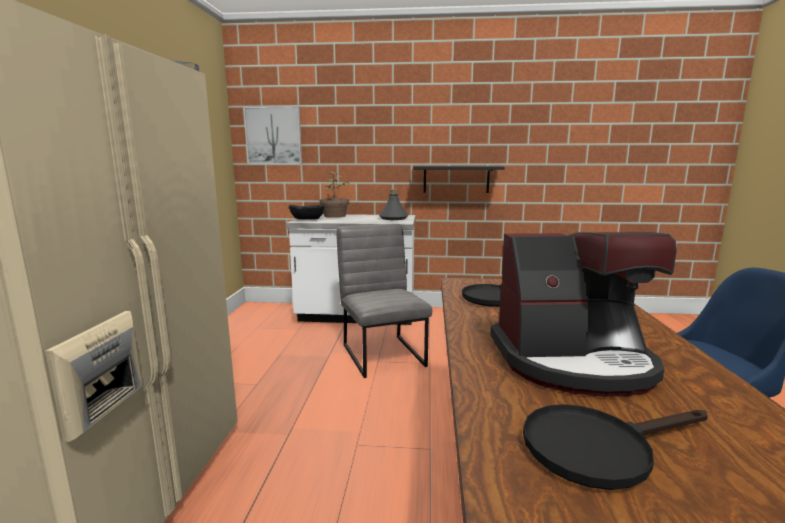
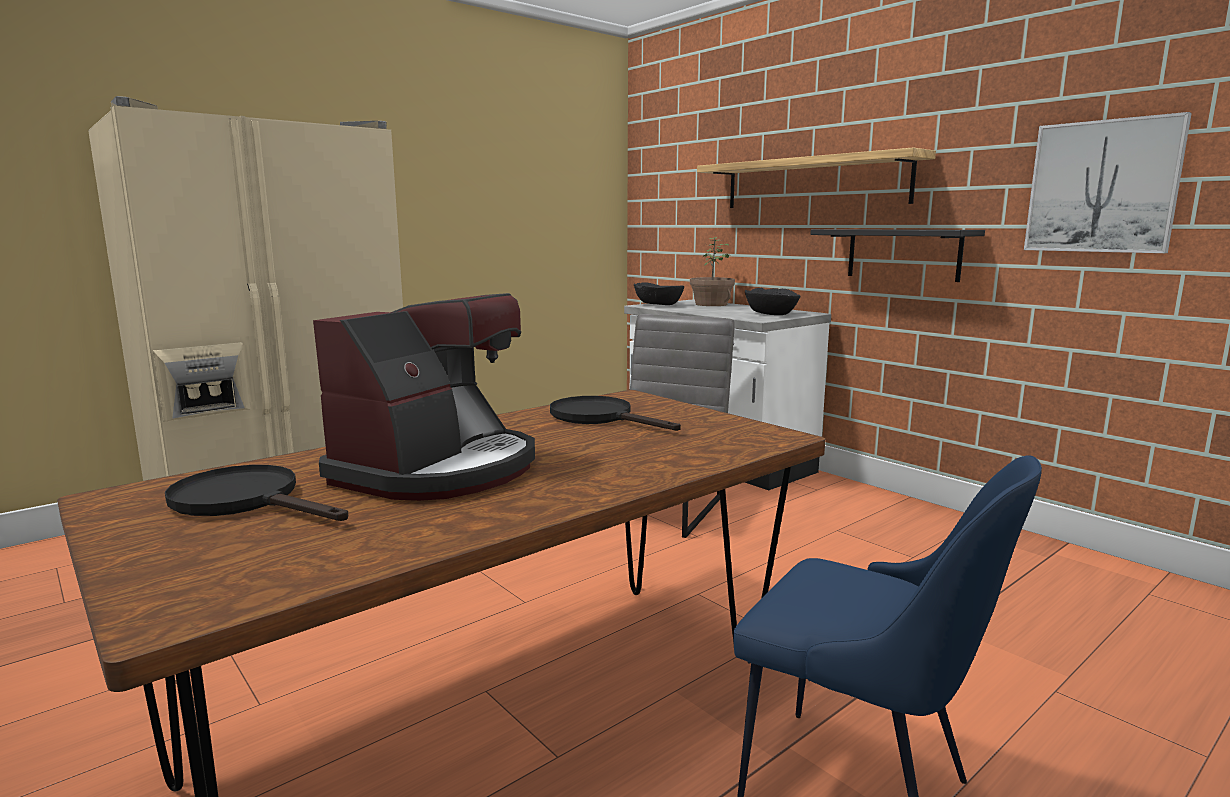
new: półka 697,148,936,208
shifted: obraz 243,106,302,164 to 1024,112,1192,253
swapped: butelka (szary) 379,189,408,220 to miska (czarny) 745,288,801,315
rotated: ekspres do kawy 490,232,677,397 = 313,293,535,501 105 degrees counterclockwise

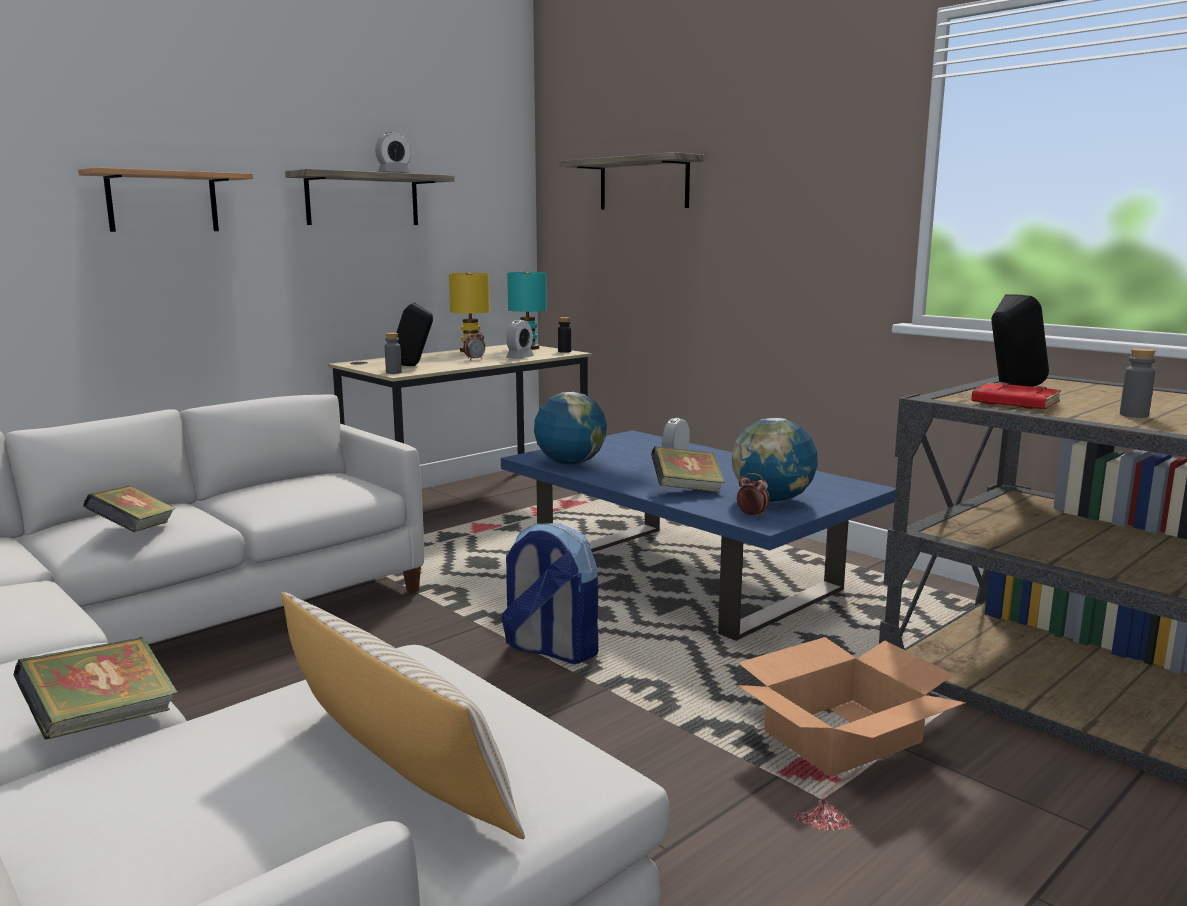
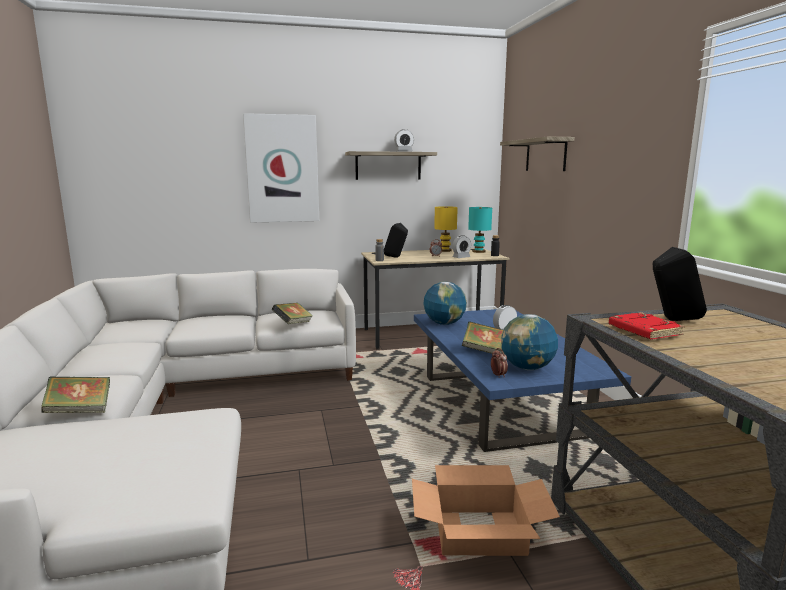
gone: poduszka (beżowy) 281,592,525,839; plecak 501,523,599,664; butelka (szary) 1120,348,1155,418
shifted: książka 83,486,175,532 to 272,303,313,324
swapped: półka 78,167,253,232 to obraz 243,113,319,223

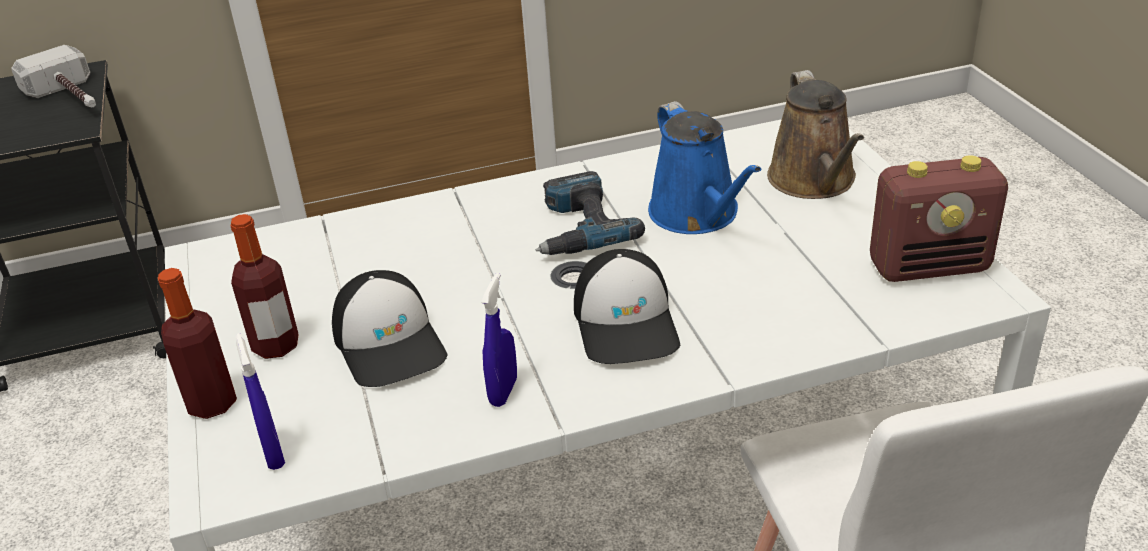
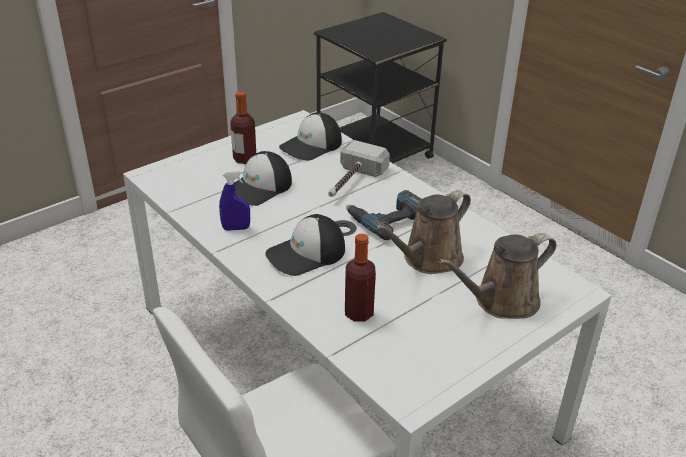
gone: spryskiwacz (niebieski) 236,333,285,470; radio 870,155,1008,282
new: czapka z daszkiem 279,112,342,161
shifted: młotek 11,45,96,107 to 328,140,390,197; butelka 158,268,237,419 to 345,234,376,322
repainted: konewka (niebieski) 648,101,761,234 to konewka (brązowy) 375,190,471,274

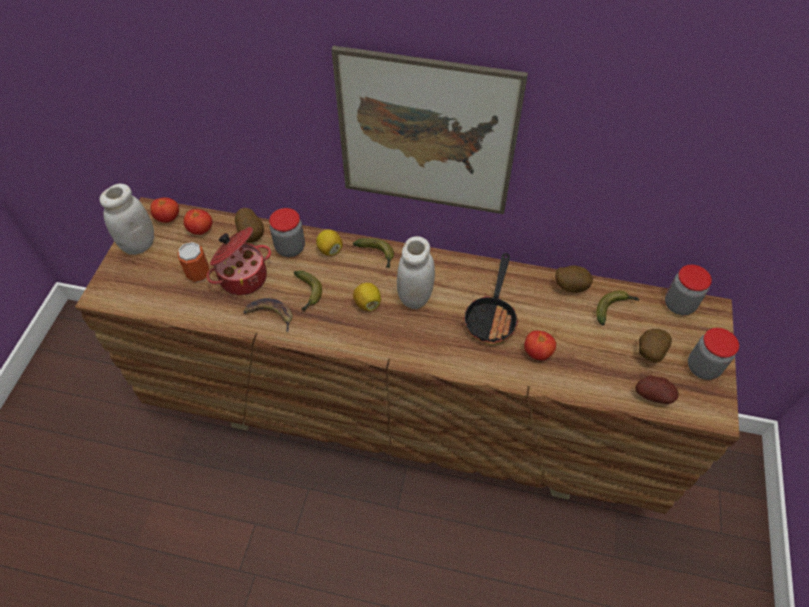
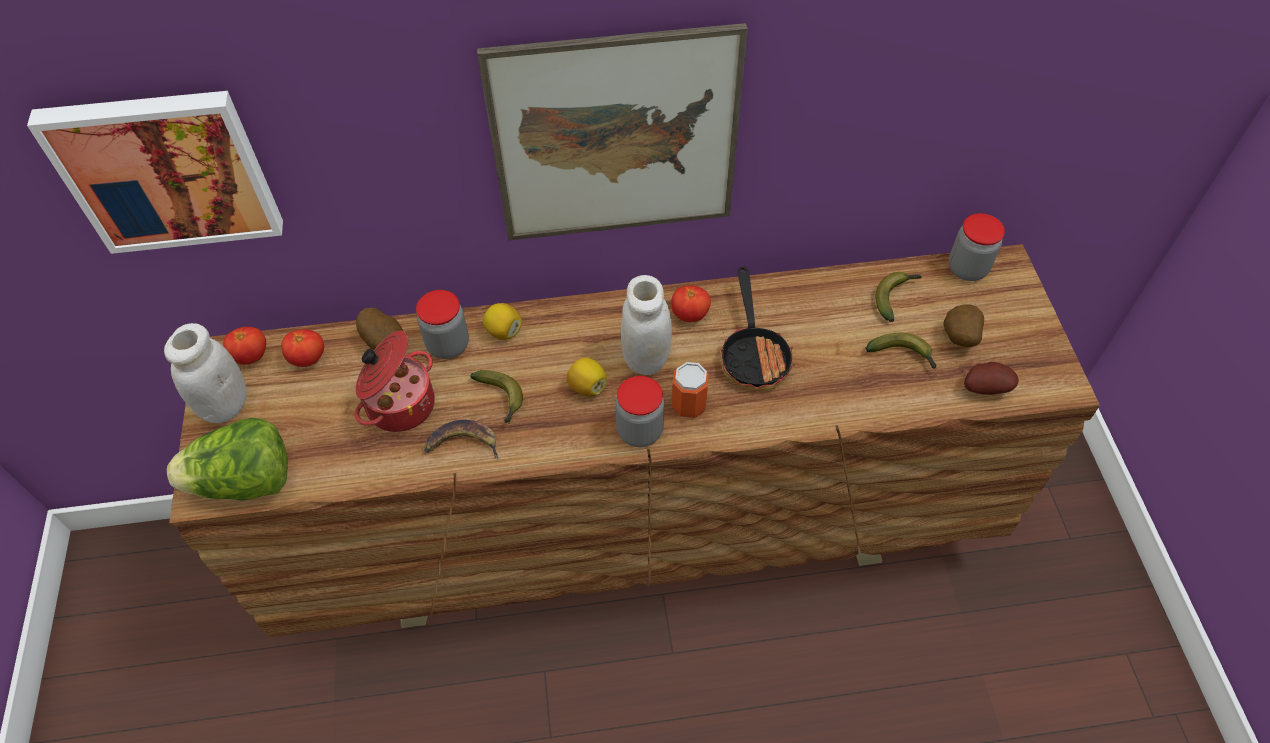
gone: ziemniak 555,265,593,293
new: obraz 27,91,283,254; sałata 167,418,288,501
shifted: słoik 688,328,739,380 to 615,376,664,447; pomidor 524,330,556,360 to 671,285,711,322; puszka 178,242,210,282 to 672,362,709,418; banan 353,238,394,268 to 865,333,936,369

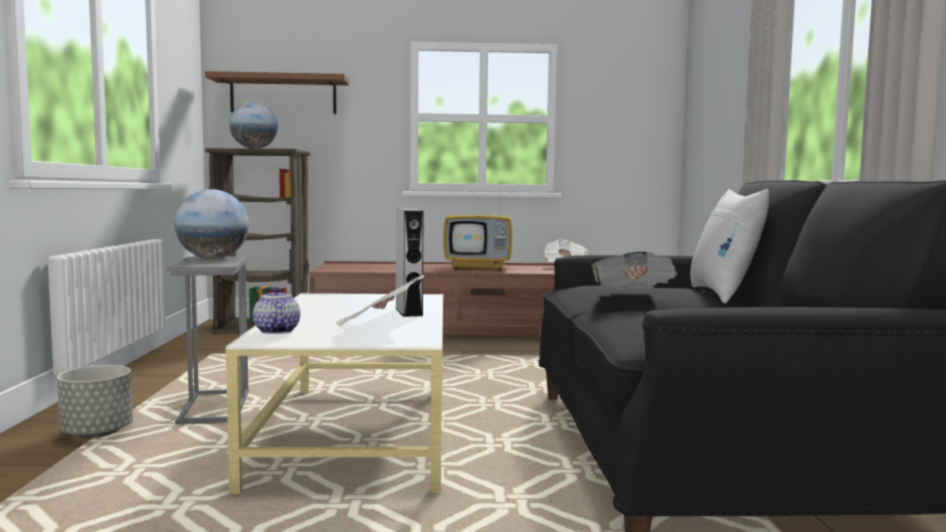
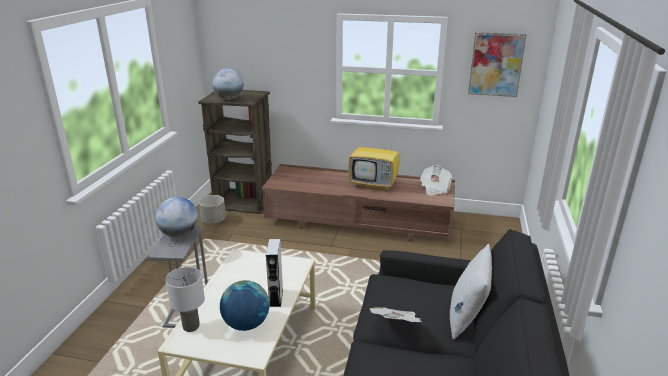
gone: półka (brązowy) 205,71,349,114
new: obraz 468,32,527,97
shifted: donica (szary) 57,365,133,438 to 199,195,226,224
swapped: imbryk 253,287,300,334 to lampa stołowa (biały) 166,267,205,332; gazeta 336,275,424,326 to globus 220,280,270,331

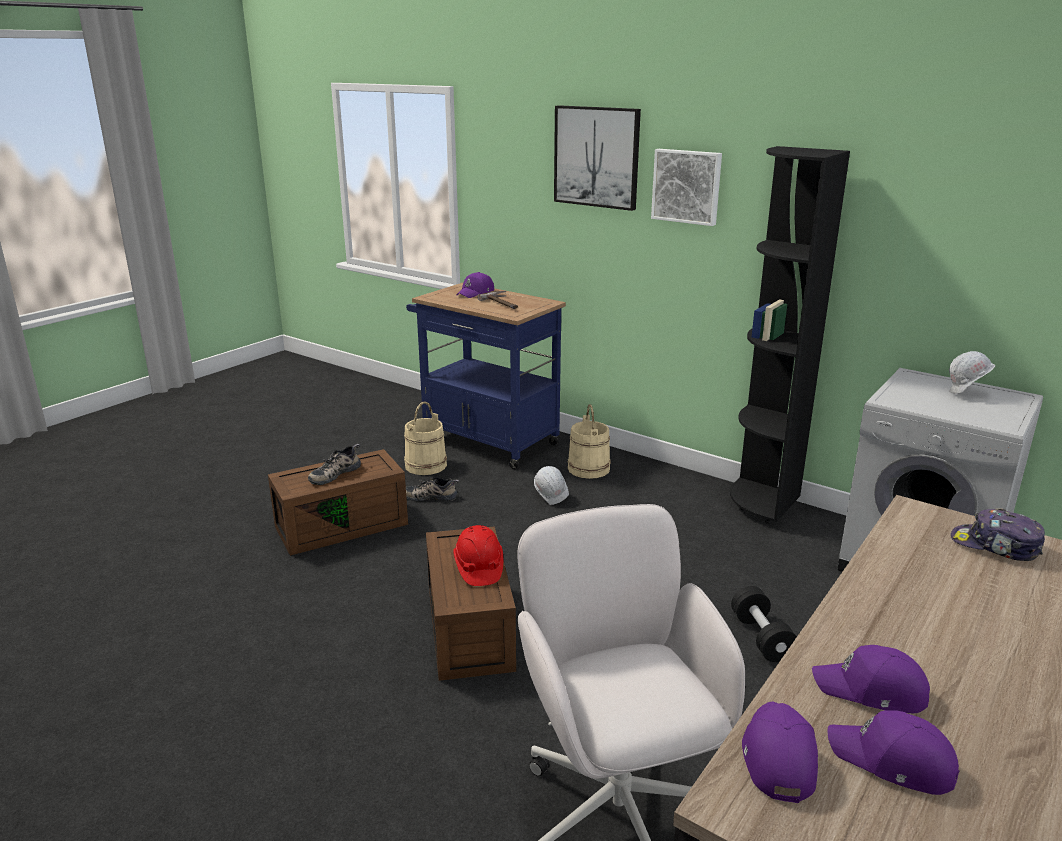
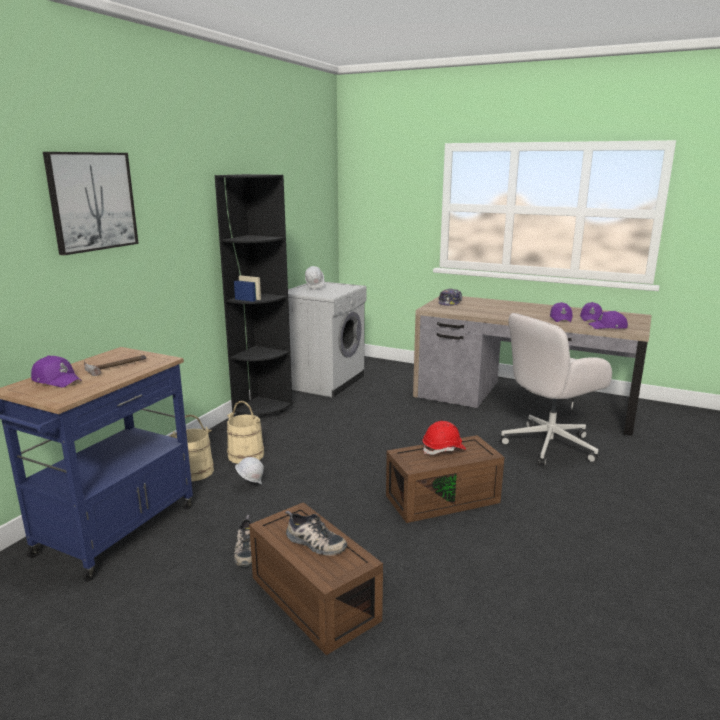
gone: obraz 651,149,722,226; hantel (czarny) 731,586,797,662
shifted: wiadro (beżowy) 404,402,447,475 to 227,401,264,464

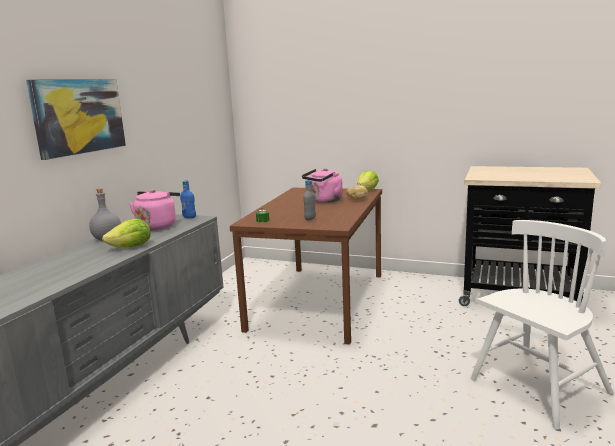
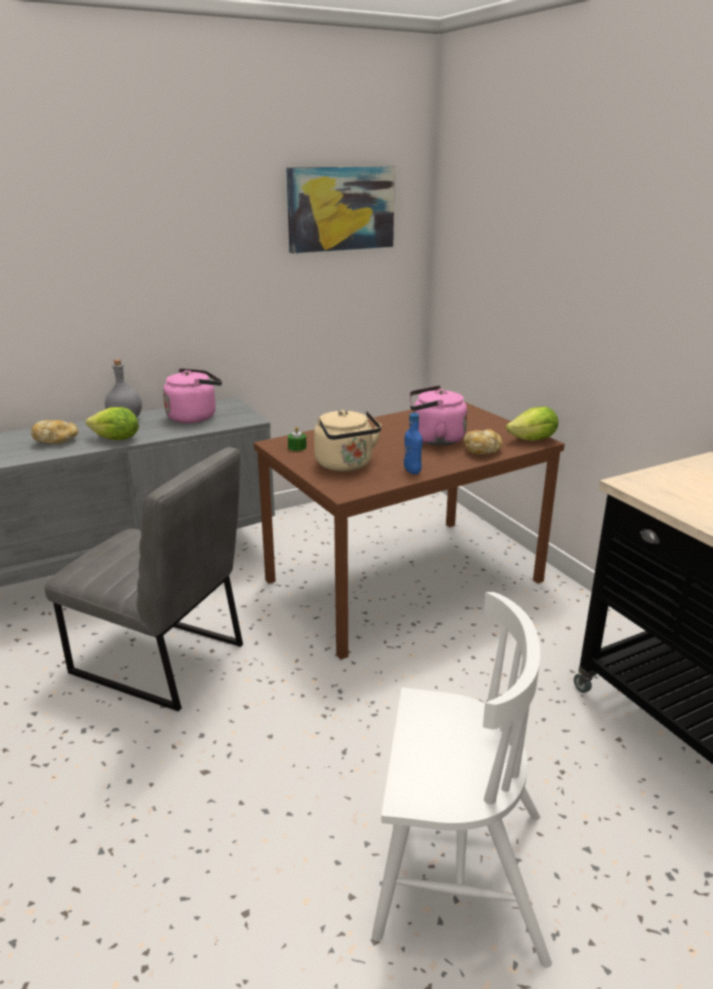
new: chleb 31,420,78,444; krzesło (szary) 45,447,243,711
shifted: obraz 26,79,126,160 to 286,166,395,253; butelka (niebieski) 180,180,196,219 to 404,413,423,475
swapped: butelka (szary) 303,180,316,221 to czajnik (beżowy) 314,410,382,472

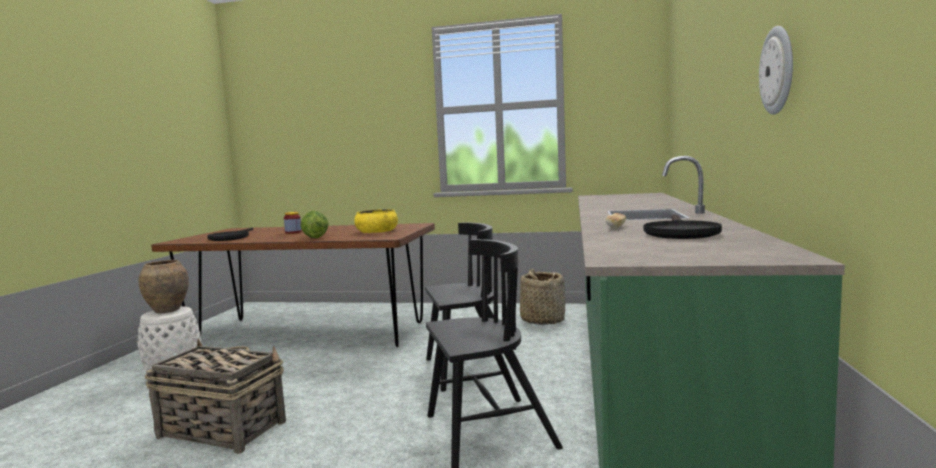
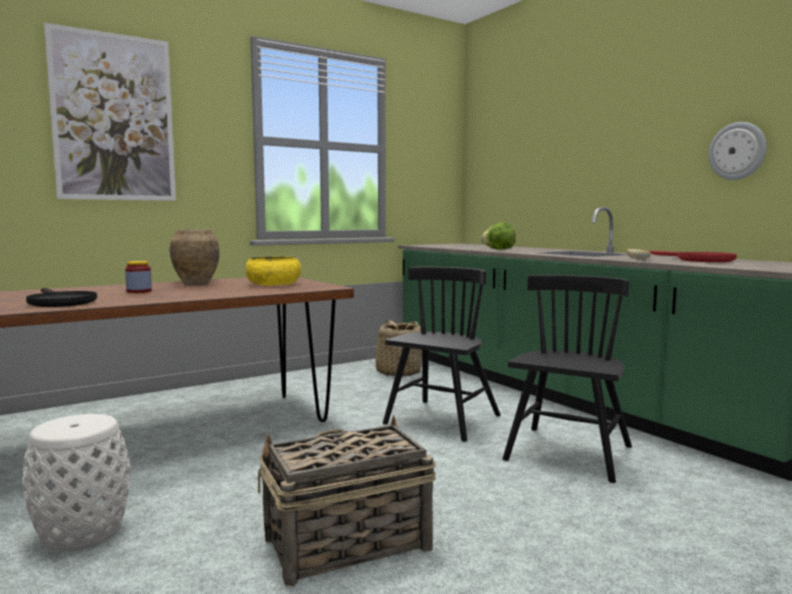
new: obraz 44,23,176,201
shifted: wazon (brązowy) 139,260,189,313 to 170,230,220,285; sałata 300,211,329,238 to 481,222,516,249
repainted: patelnia (czarny) 644,215,722,239 to patelnia (czerwony) 647,250,737,262

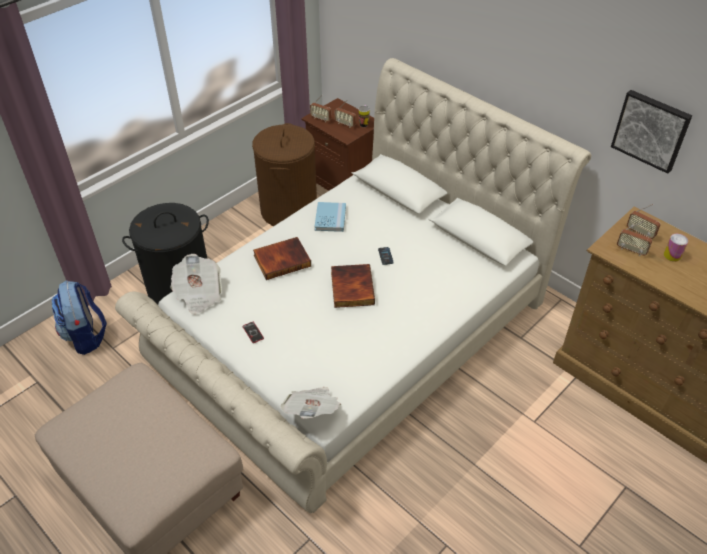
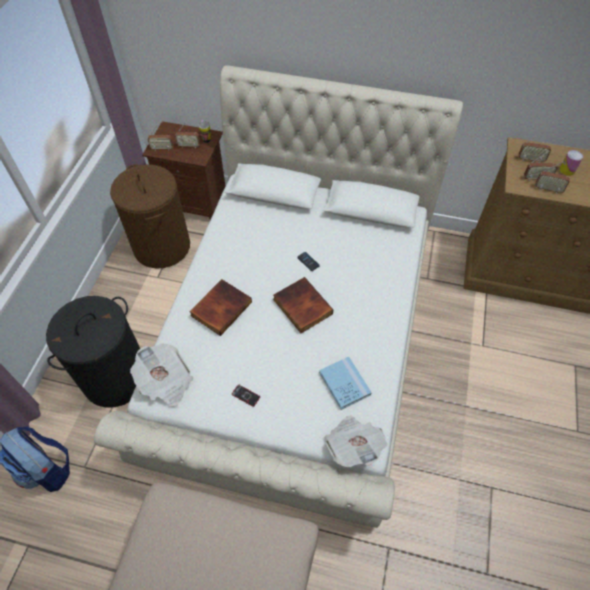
gone: obraz 611,90,692,174
new: radio 535,162,570,194
shifted: książka (niebieski) 314,202,346,232 to 319,356,372,410

